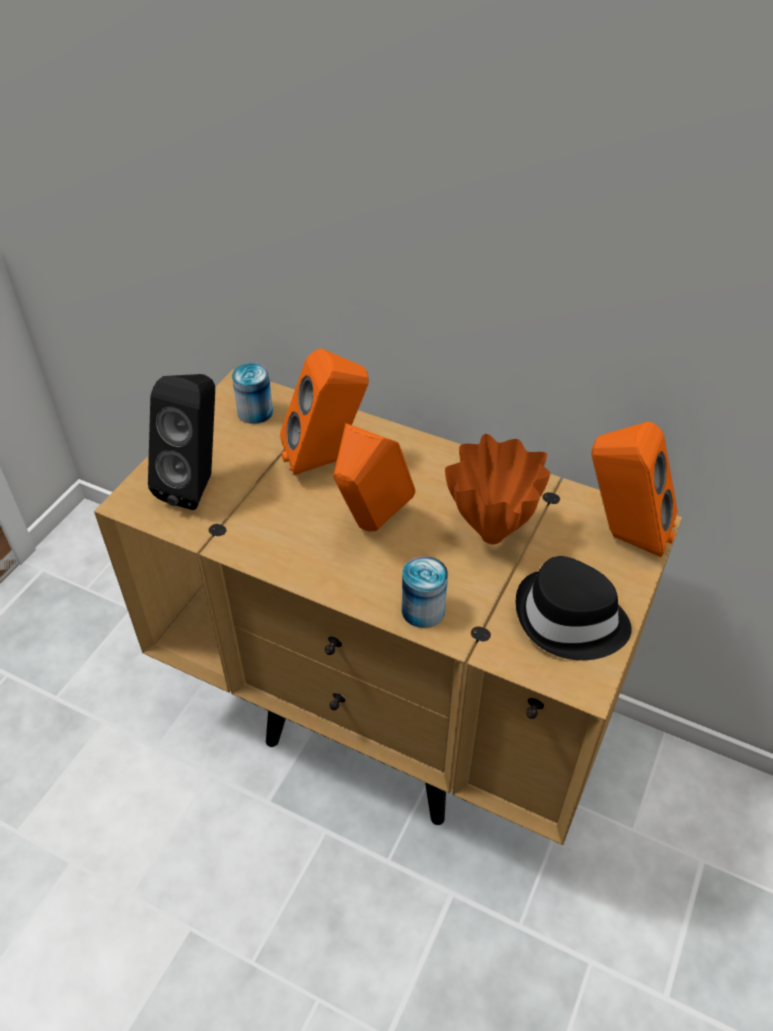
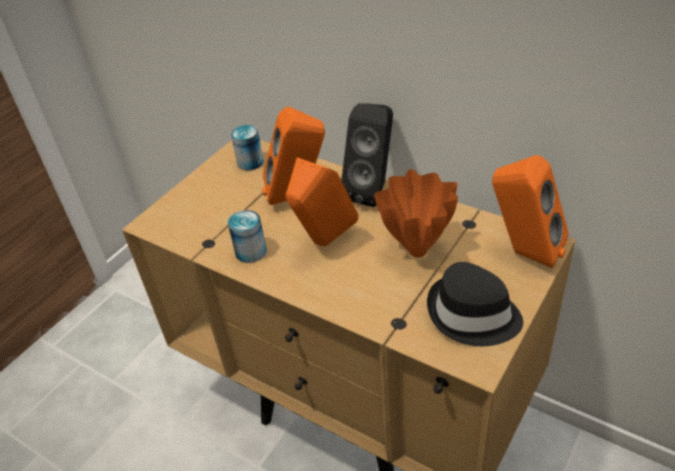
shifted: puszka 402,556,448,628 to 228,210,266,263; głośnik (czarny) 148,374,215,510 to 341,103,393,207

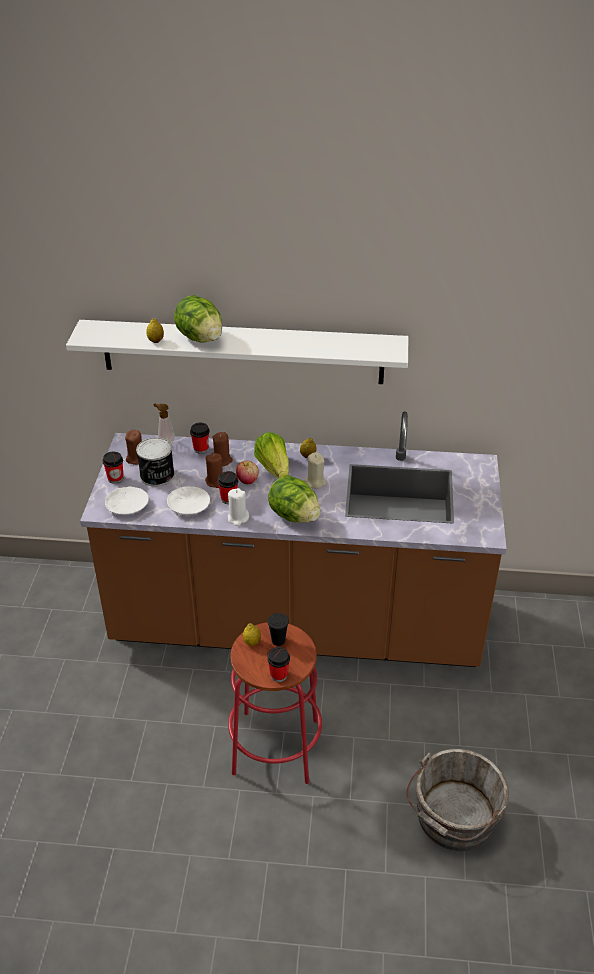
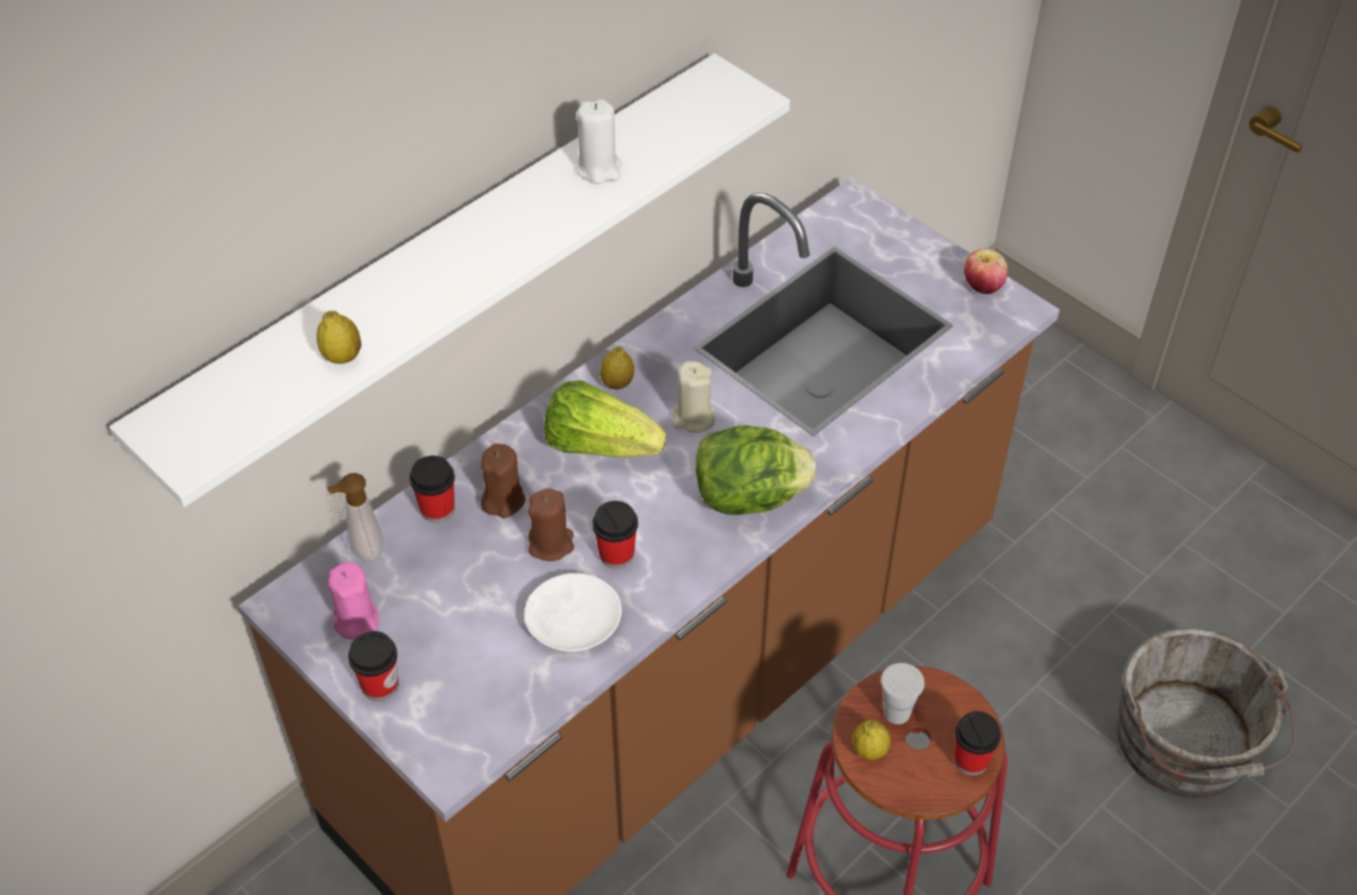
gone: talerz (biały) 105,487,149,515; puszka 136,437,175,487; sałata 174,295,222,342
shifted: świeca (biały) 228,488,249,526 to 576,99,622,184; jabłko 236,461,258,484 to 964,248,1008,294
repainted: świeca (brązowy) 125,430,142,465 to świeca (różowy) 328,562,379,640; filiżanka (czarny) 267,613,289,646 to filiżanka (biały) 881,663,925,724

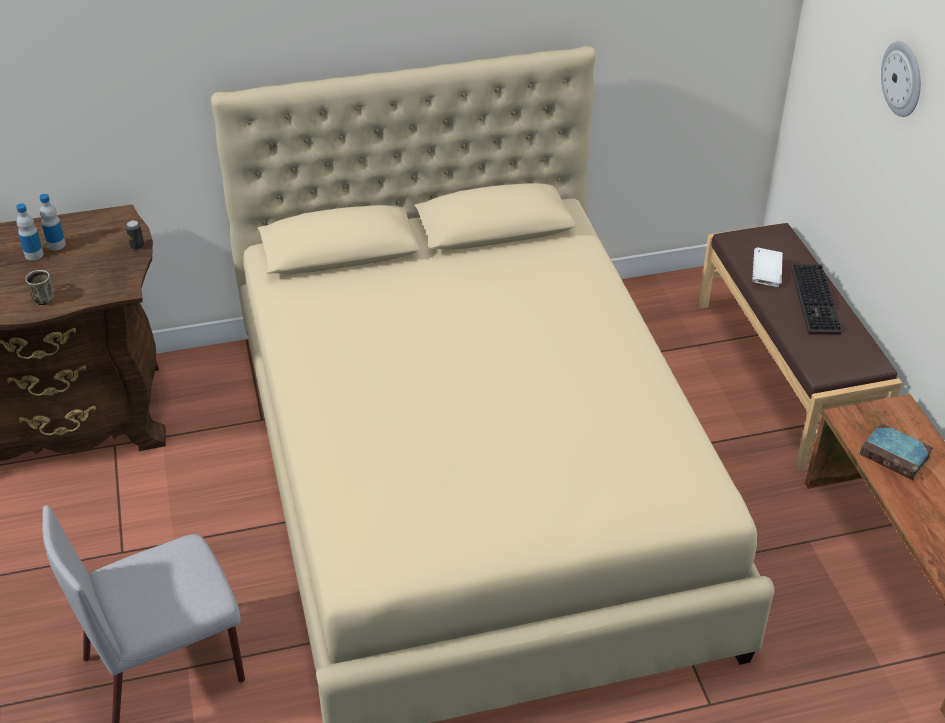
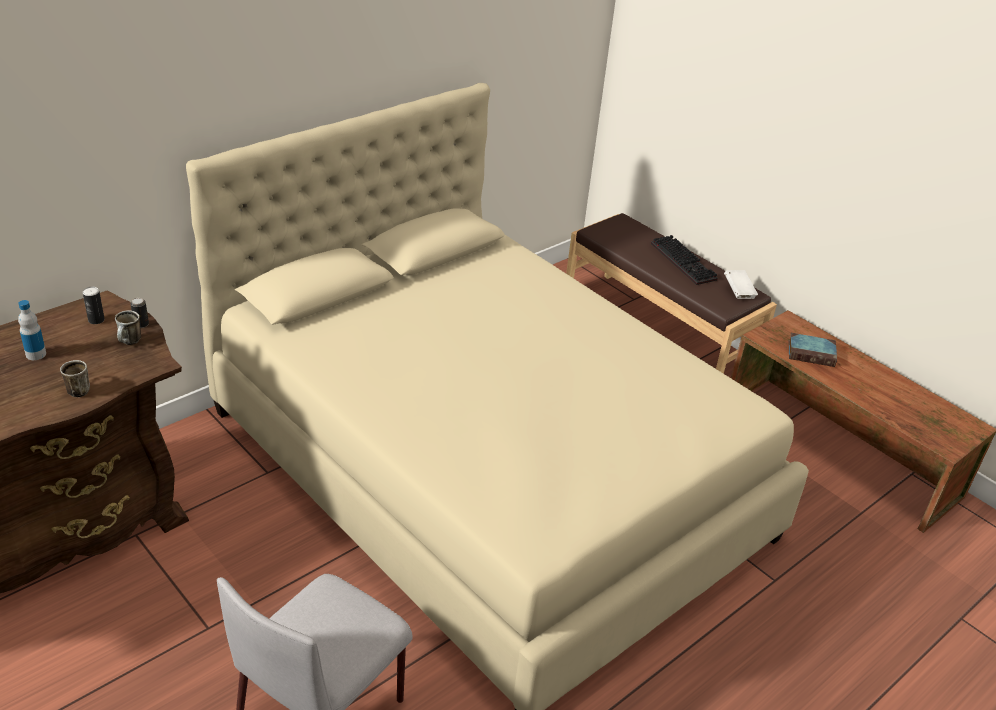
gone: butelka 39,194,66,250; zegar ścienny 881,41,921,117
new: puszka 83,286,105,324; kubek 115,310,141,345
shifted: książka (biały) 752,248,783,287 to 724,270,758,299

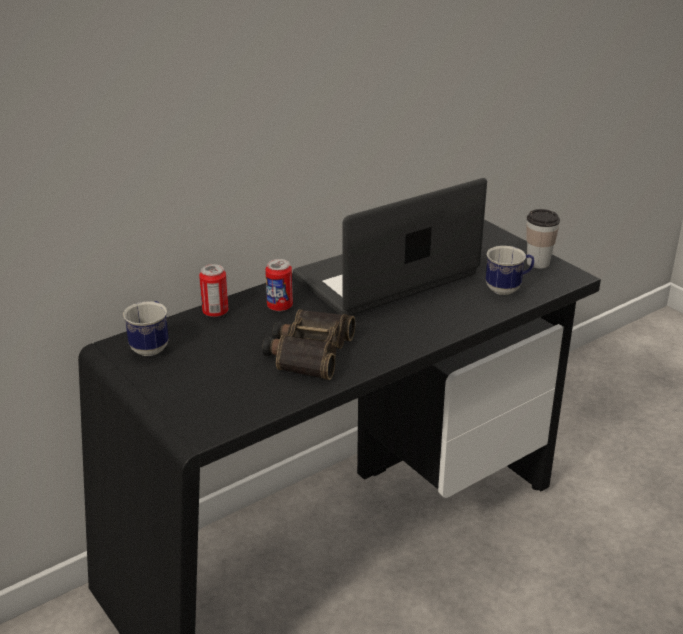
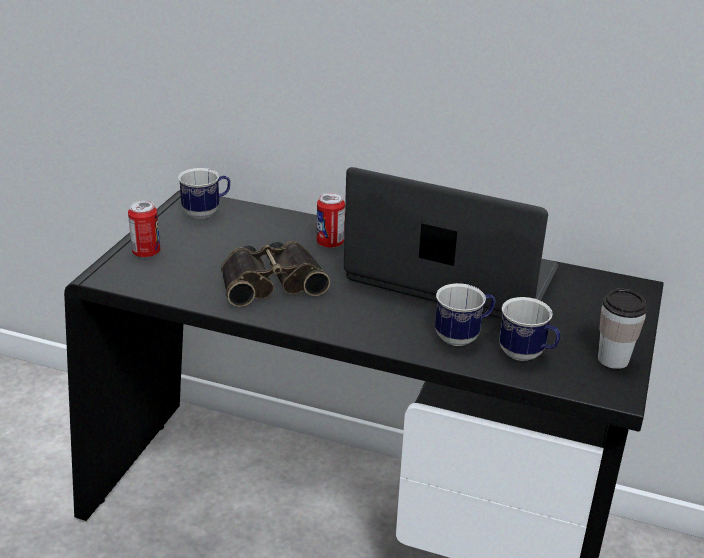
new: kubek 435,283,495,346
shifted: puszka 199,264,228,317 to 128,201,160,258

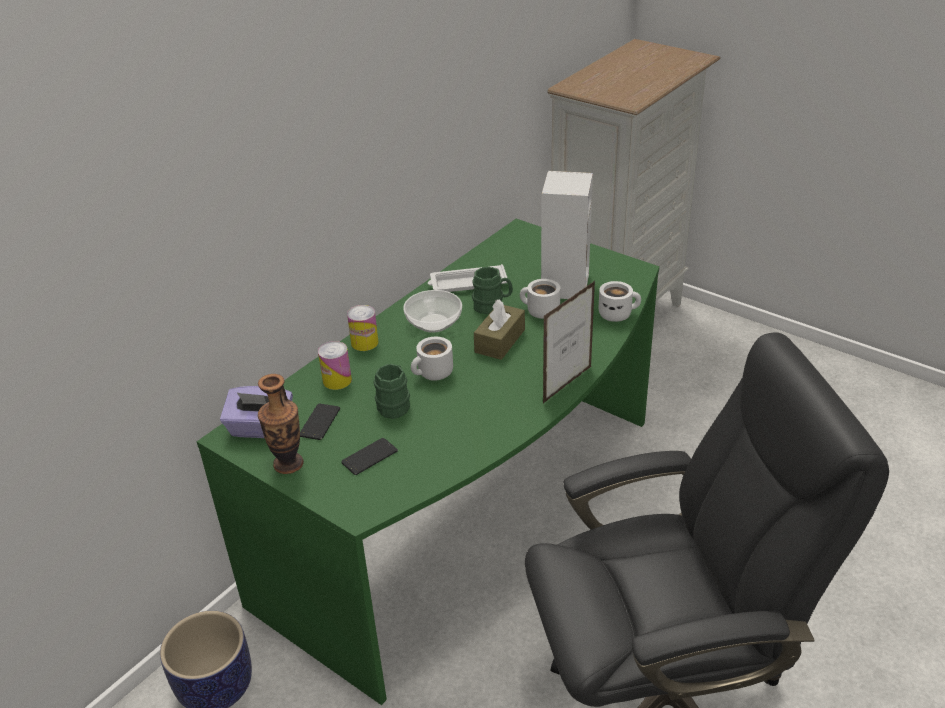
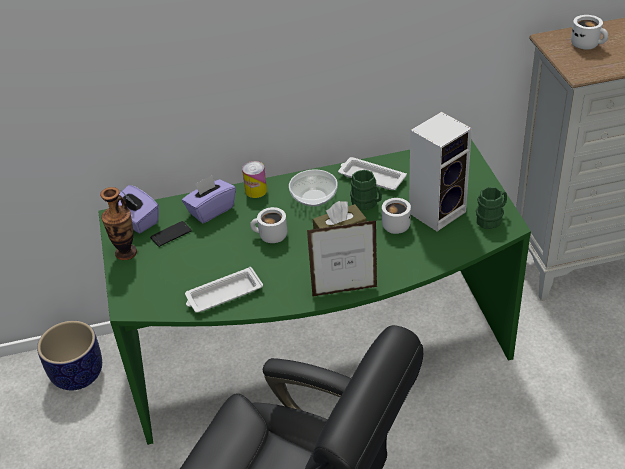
gone: telefon 341,438,398,475
new: taca (biały) 185,267,263,313
shifted: kubek (zielony) 373,364,410,419 to 476,187,507,229; kubek (biały) 599,281,641,322 to 571,15,608,49
swapped: puszka 318,341,352,390 to pudełko chusteczek (fioletowy) 182,175,236,224

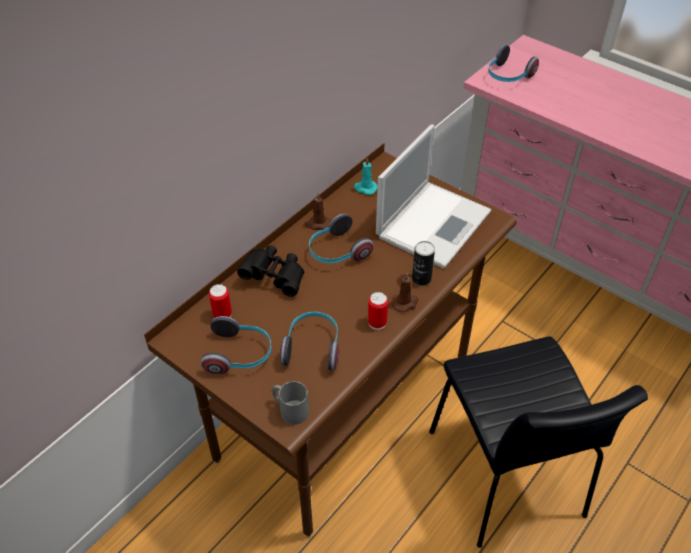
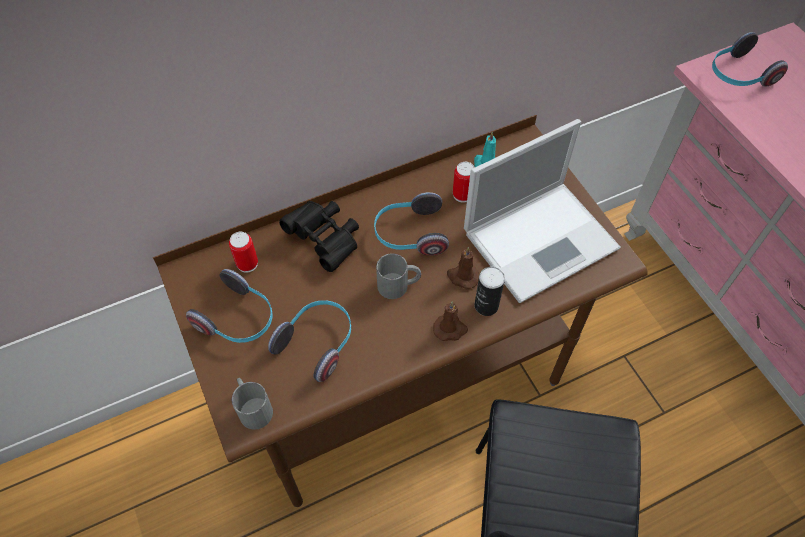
new: kubek (szary) 376,254,421,299
shifted: świeca (brązowy) 305,193,331,230 to 447,247,479,289; puszka 368,292,388,330 to 453,162,475,203

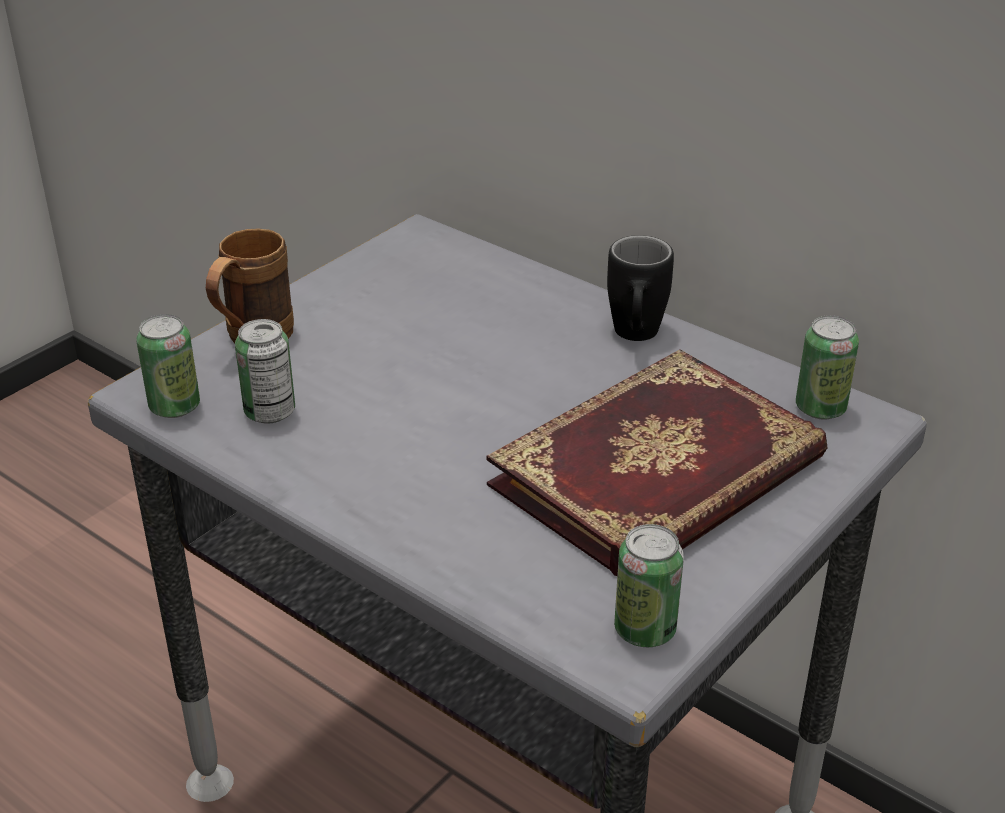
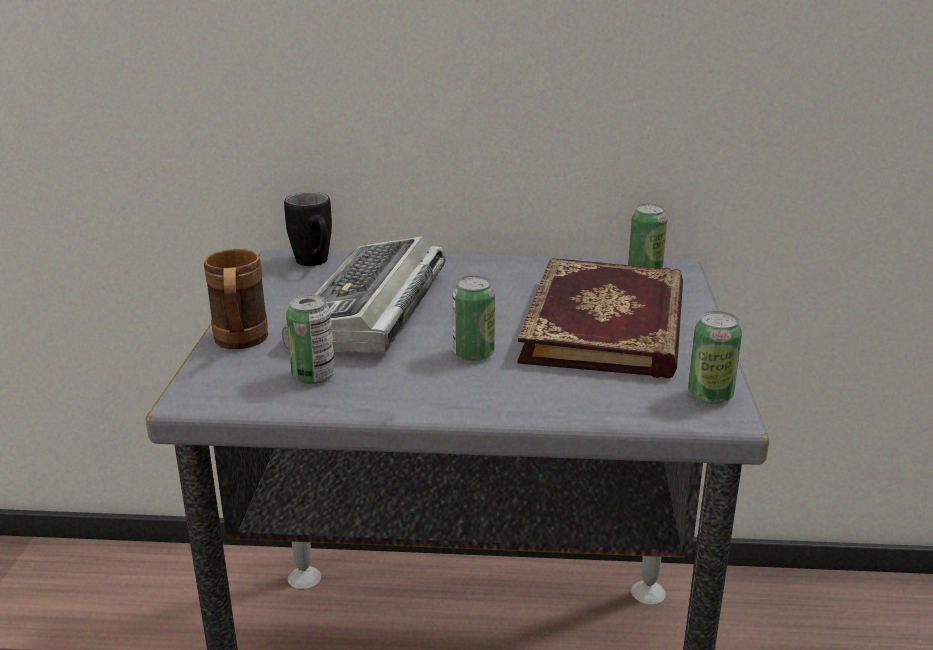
new: klawiatura 282,236,446,353
shifted: kubek (czarny) 607,235,674,341 to 284,192,332,266; puszka 136,314,200,418 to 453,276,495,361

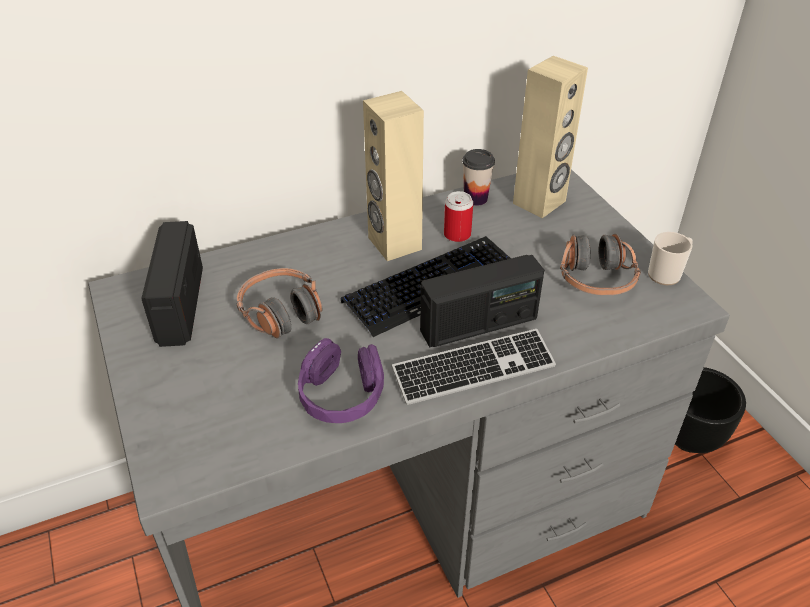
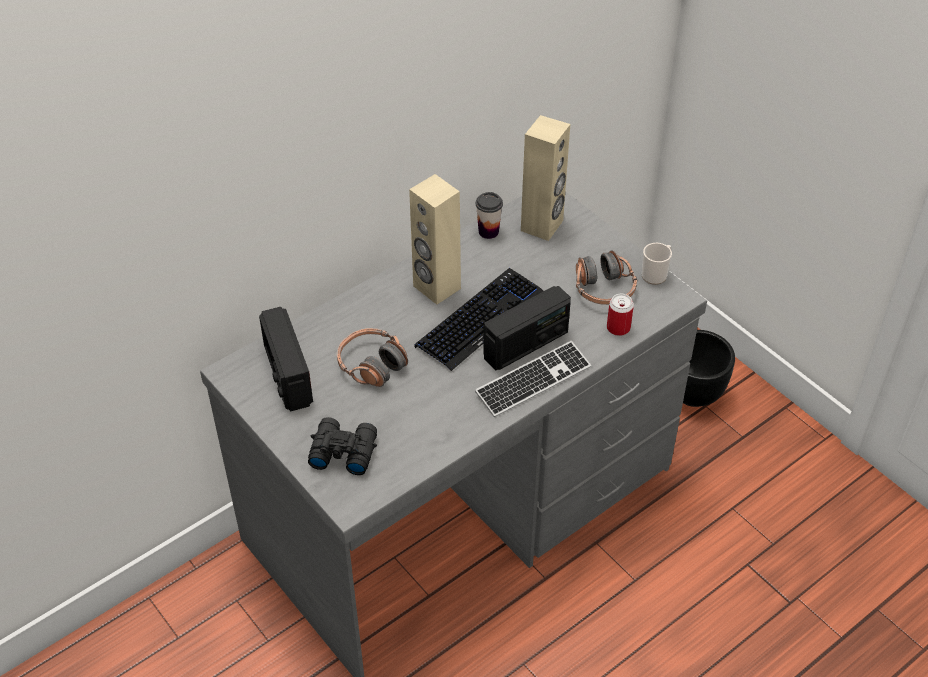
gone: słuchawki (fioletowy) 298,338,384,423
new: lornetka (czarny) 308,417,377,475
shifted: puszka 444,191,473,242 to 607,294,634,336

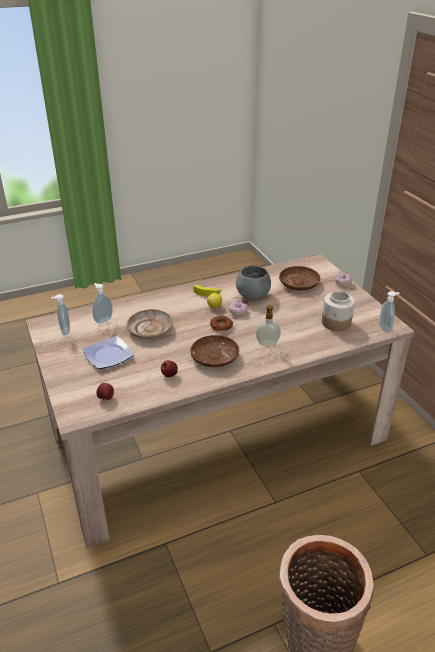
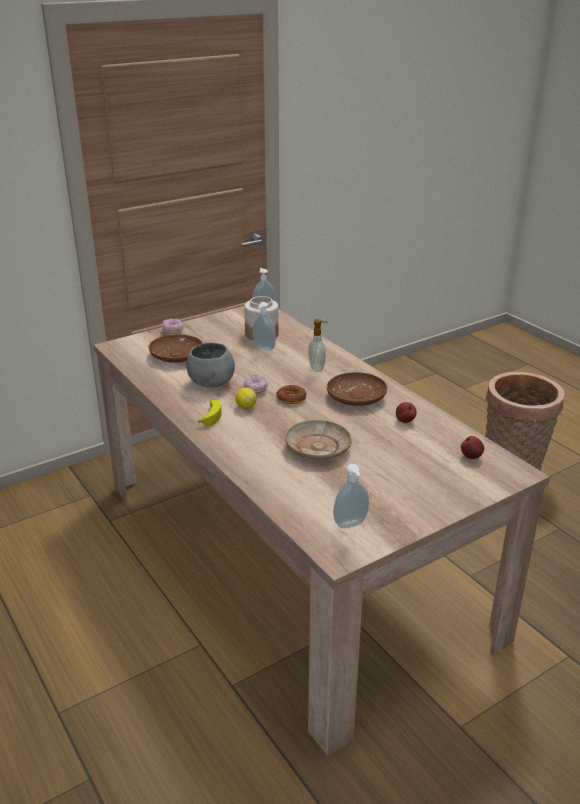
gone: talerz 83,336,134,369
shifted: dozownik mydła 92,283,113,324 to 253,302,276,351

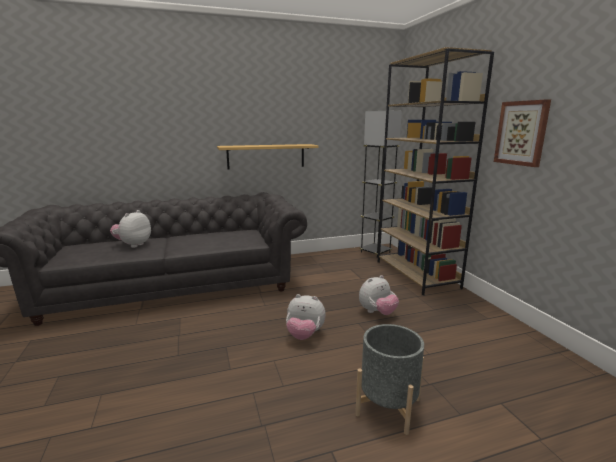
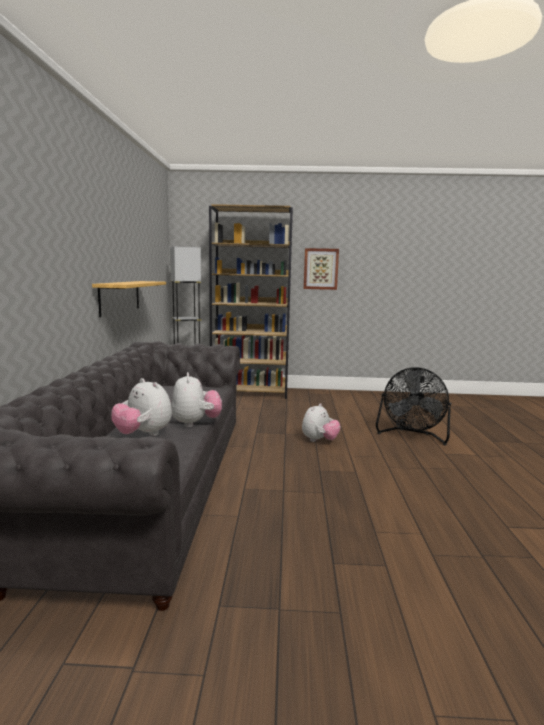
shifted: pluszak 359,275,399,315 to 171,372,222,427
swapped: donica (szary) 355,324,424,435 to wentylator (czarny) 376,367,451,446

